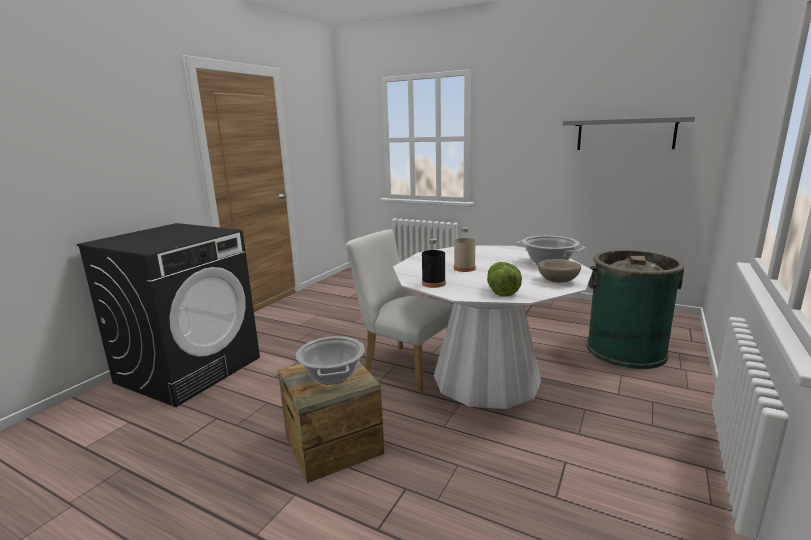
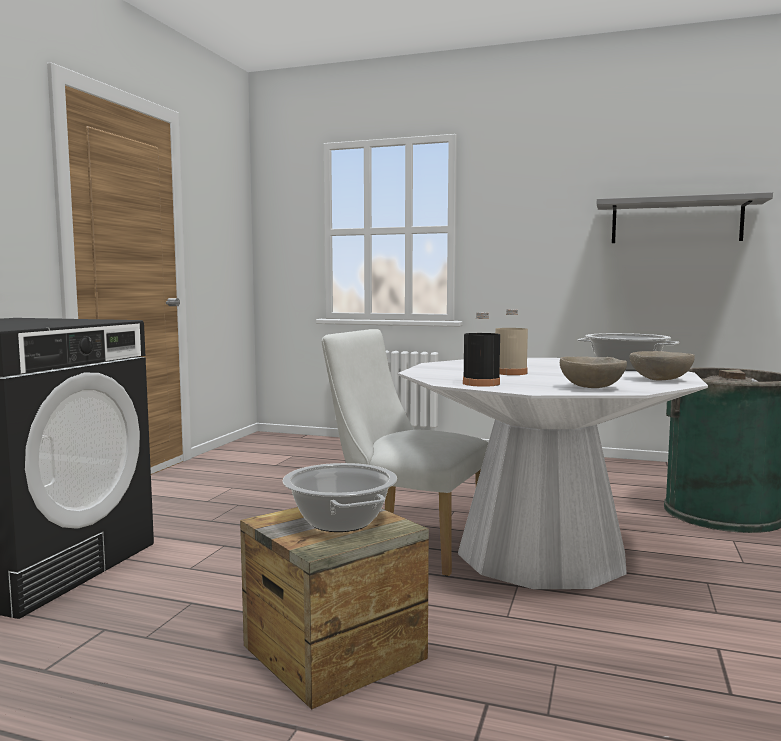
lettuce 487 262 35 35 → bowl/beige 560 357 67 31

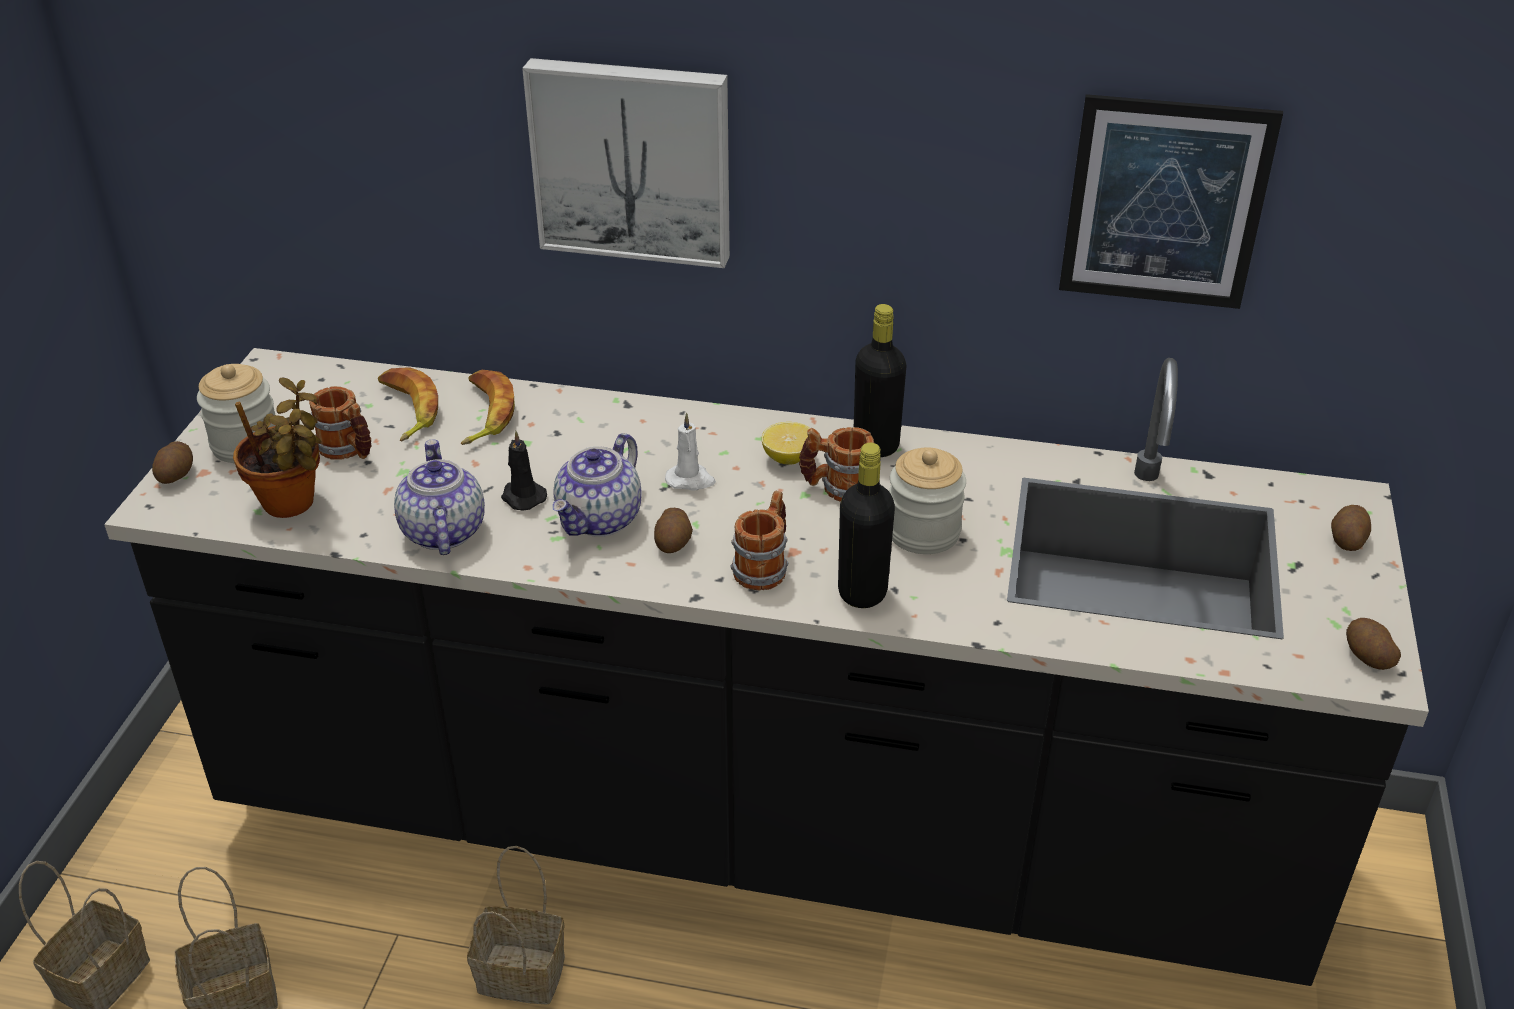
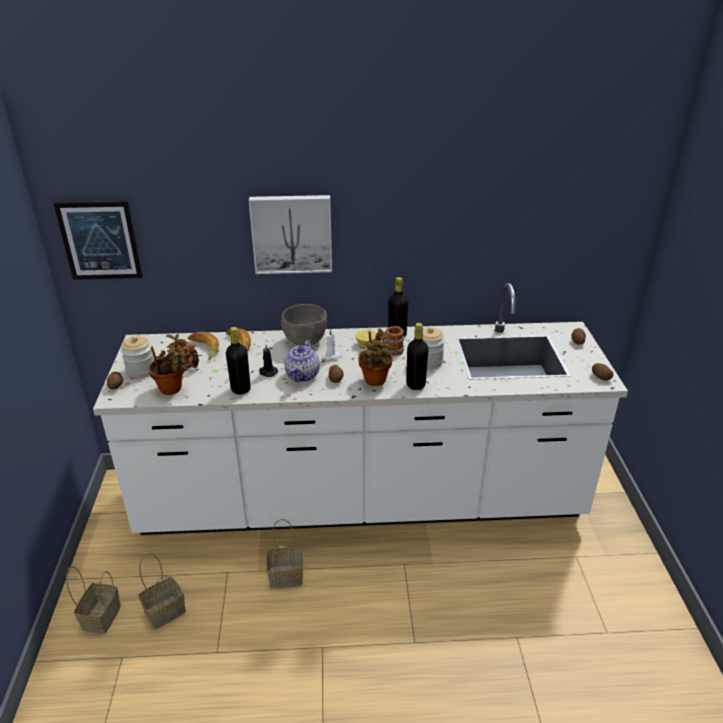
counter/black 104 348 1325 638 → counter/white 93 283 535 252
teapot 394 439 91 116 → bottle/black 226 327 25 68
mug 731 491 58 100 → potted plant 358 331 35 55
picture 1059 94 224 215 → picture 54 201 89 79, moved
- → bowl/grey 281 304 46 42

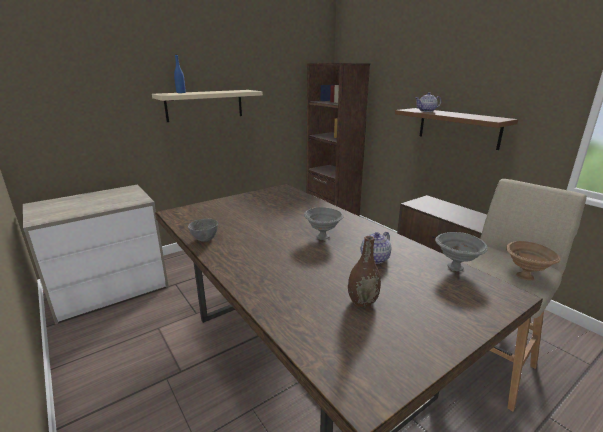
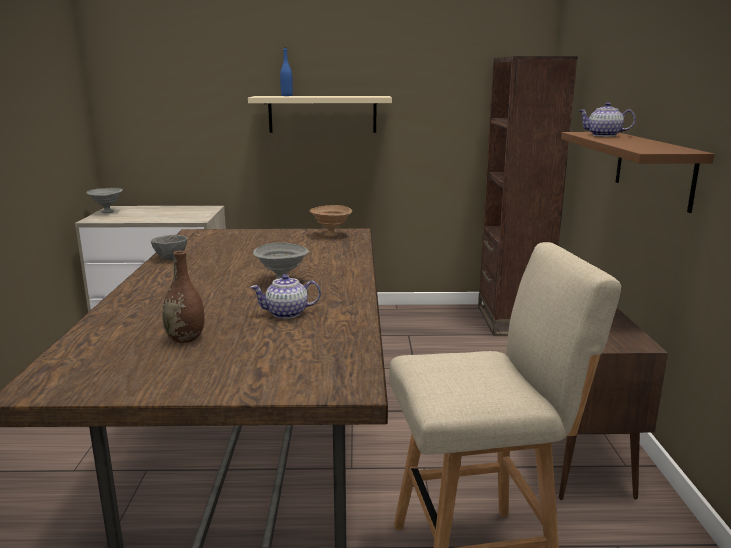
bowl/grey 435 232 53 39 → bowl/grey 86 188 37 25, moved
bowl/brown 506 241 55 40 → bowl/brown 309 205 43 32, moved

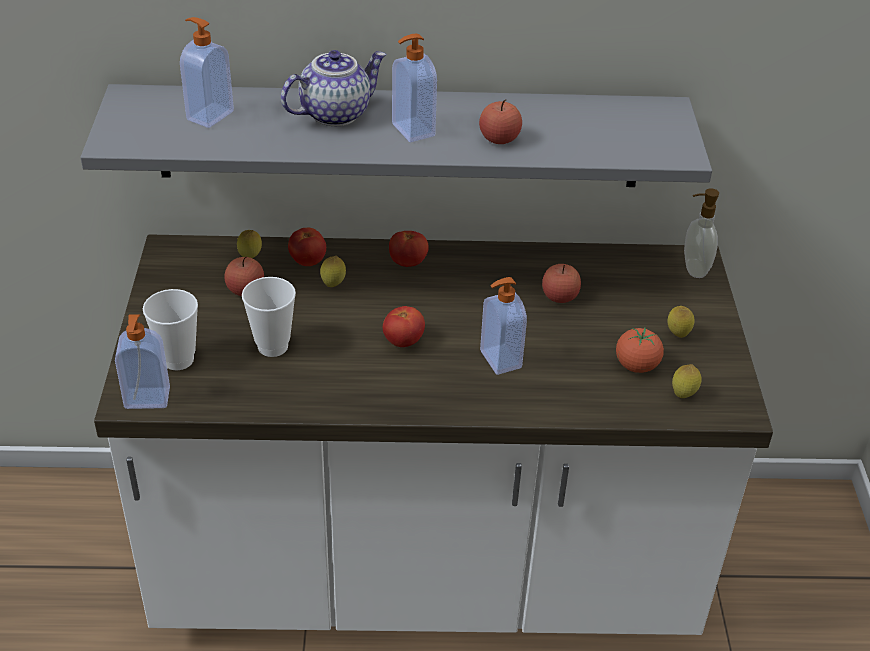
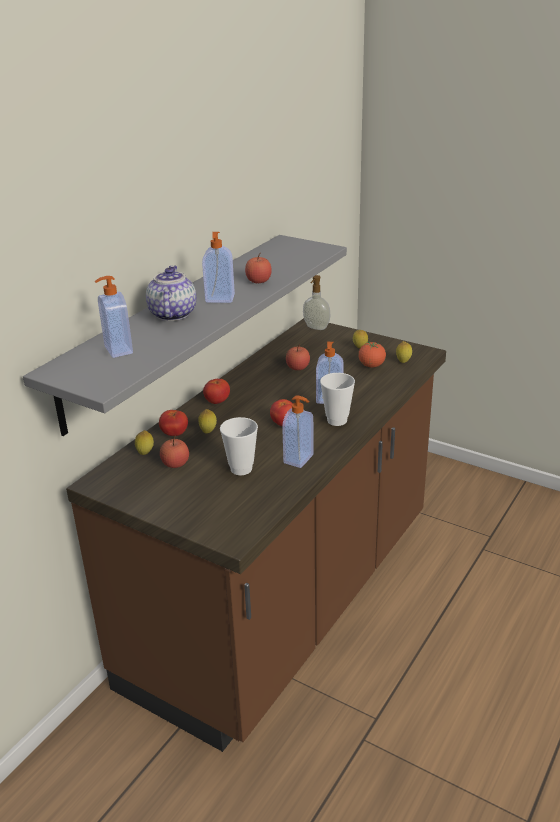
counter/white 94 234 679 401 → counter/brown 66 318 380 434
soap dispenser 115 314 55 95 → soap dispenser 282 395 32 73, moved
cup 143 289 55 81 → cup 320 373 35 53, moved

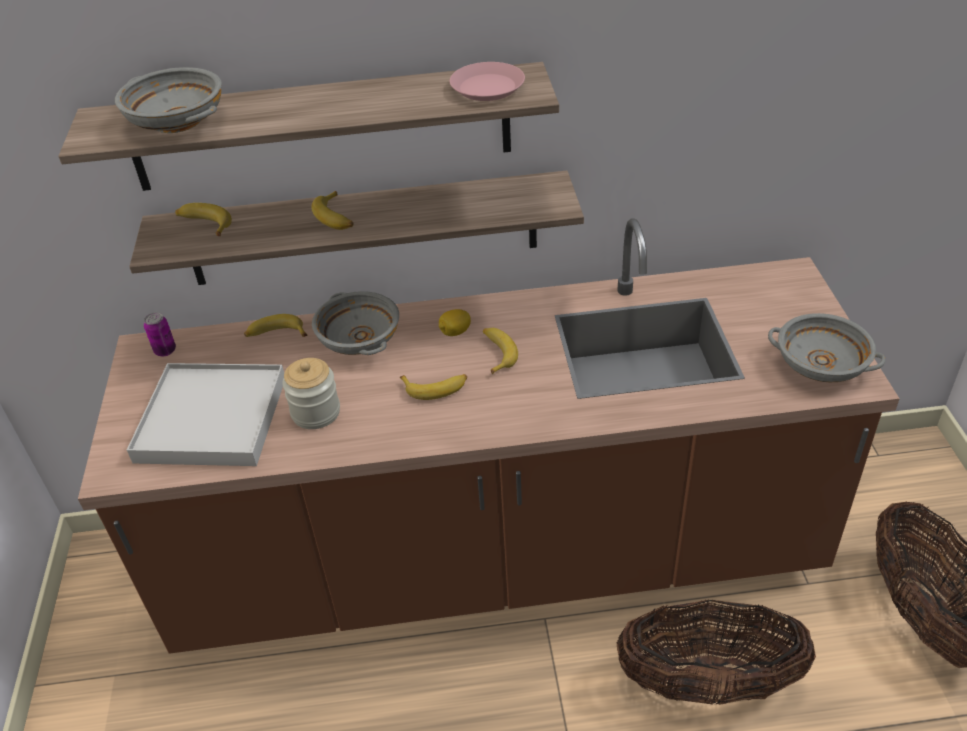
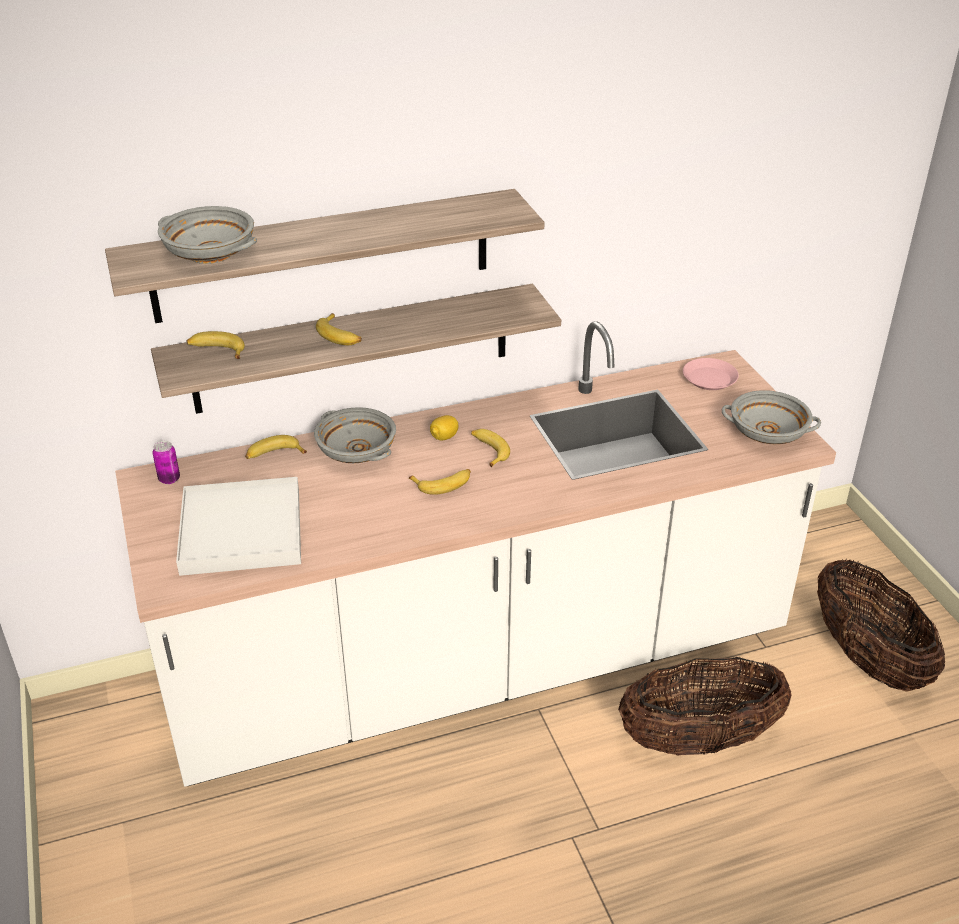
counter/brown 78 218 822 436 → counter/white 115 321 721 465
jar 282 358 58 71 → -
plate/pink 450 62 75 39 → plate/pink 683 358 56 32, moved

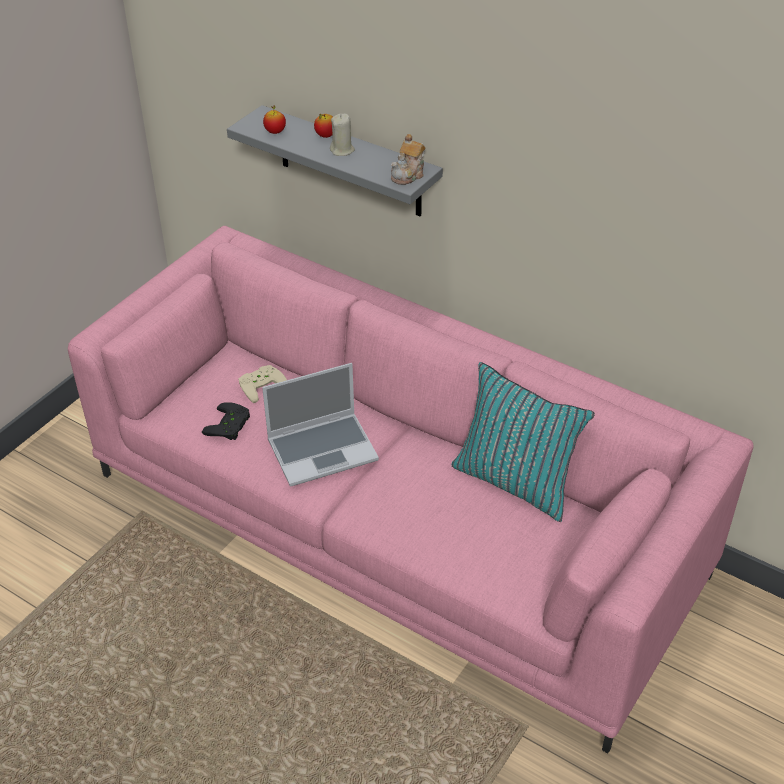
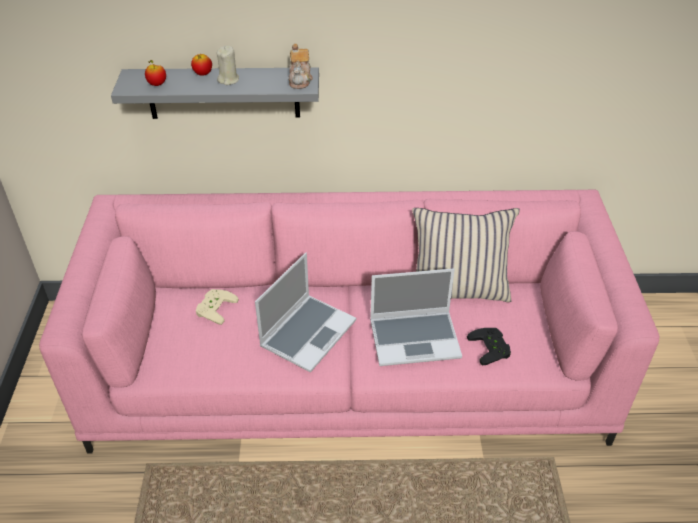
game controller/black 202 402 48 38 → game controller/black 467 328 44 37, moved
pillow/turquoise 452 362 143 160 → pillow/beige 412 208 108 94
- → laptop 370 268 92 98

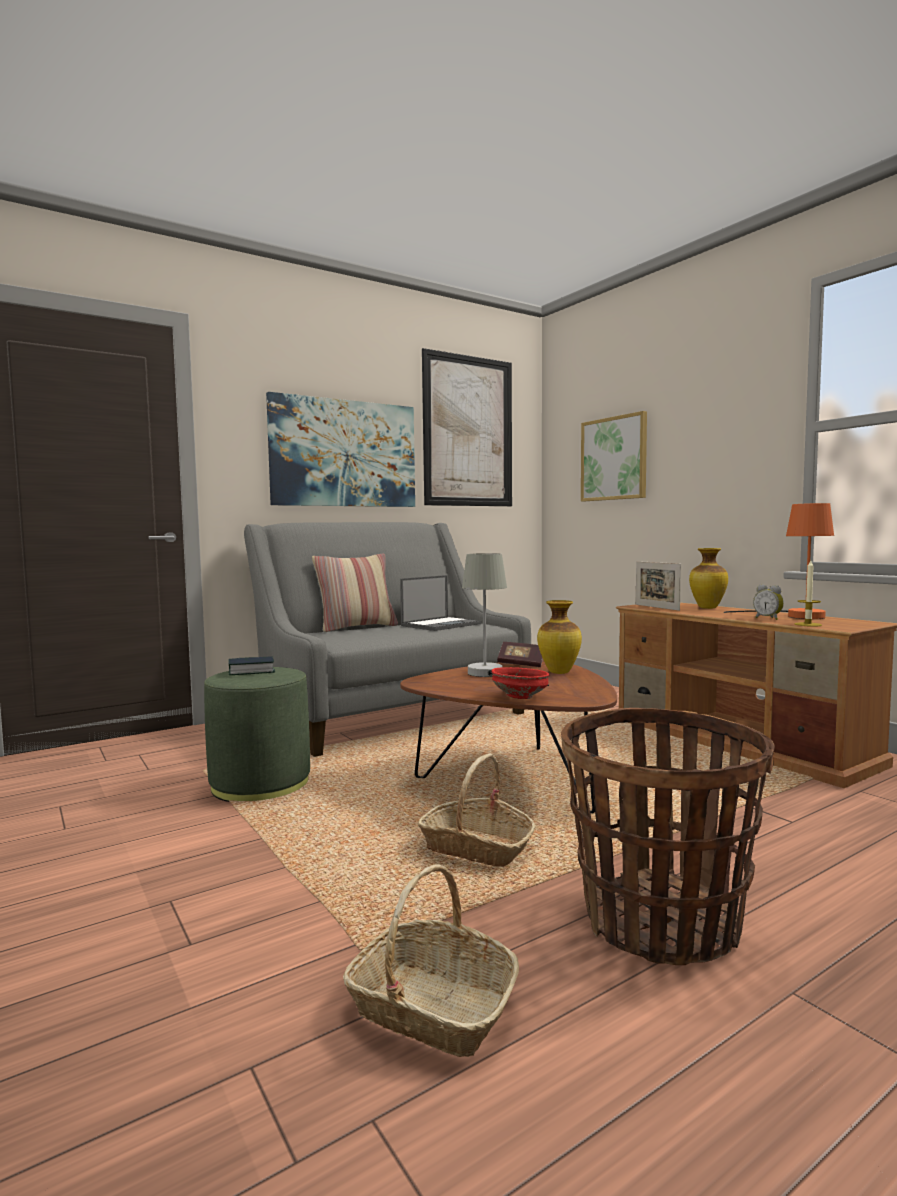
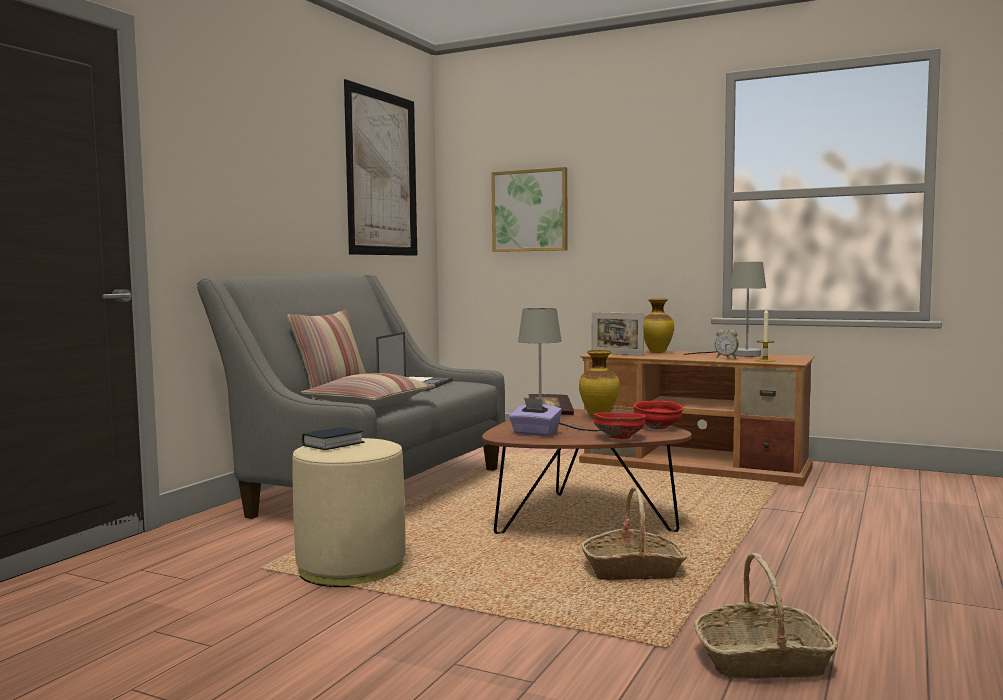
ottoman/green 204 667 106 135 → ottoman/beige 293 438 112 149
picture 266 392 149 115 → -
basket 561 708 214 257 → -
table lamp/orange 723 503 111 116 → table lamp/grey 683 262 83 95
- → pillow 301 373 134 34
- → tissue box/purple 509 398 53 38
- → bowl/red 633 401 50 28

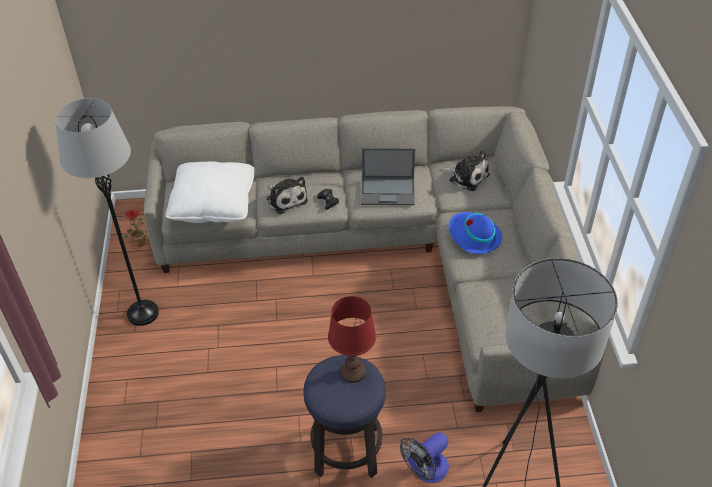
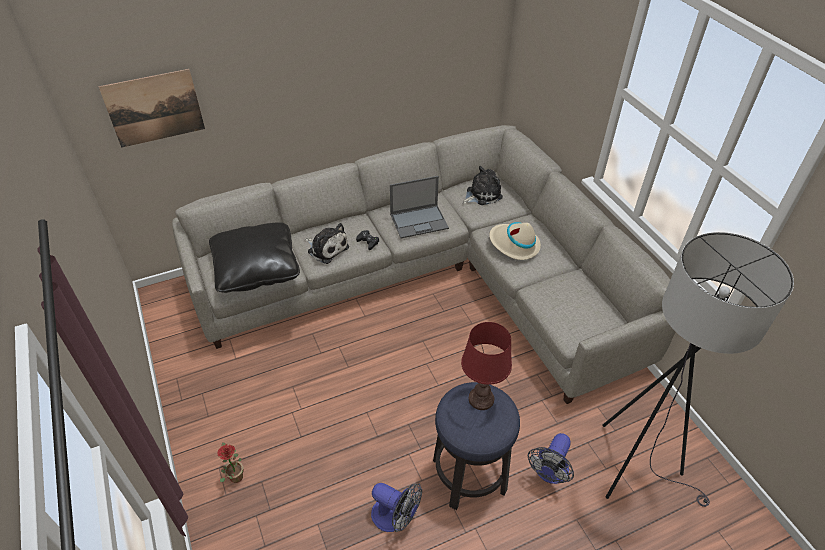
floor lamp/grey 55 98 104 228 → -
potted plant 123 209 23 38 → potted plant 217 442 26 41, moved
pillow/white 165 161 90 62 → pillow/black 209 222 91 71
plush toy 443 150 47 41 → plush toy 462 166 41 39, 45 degrees counterclockwise
hat/blue 449 212 53 42 → hat/beige 489 222 52 38
- → picture 98 69 107 79
- → fan 371 483 51 49

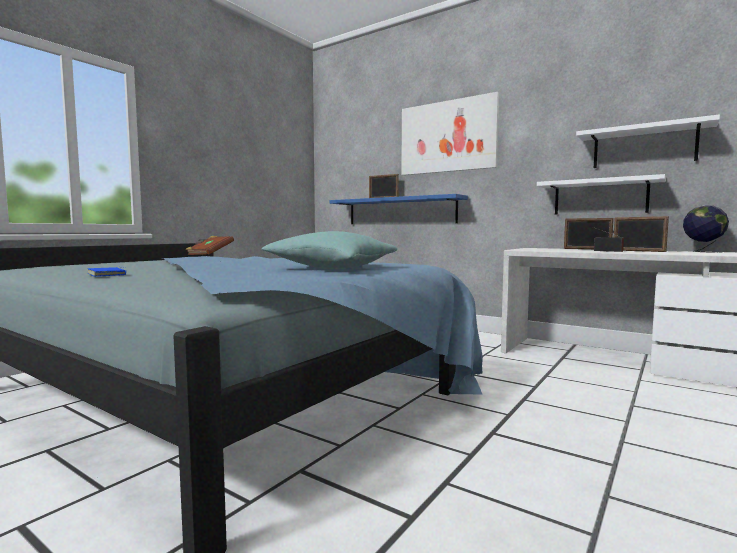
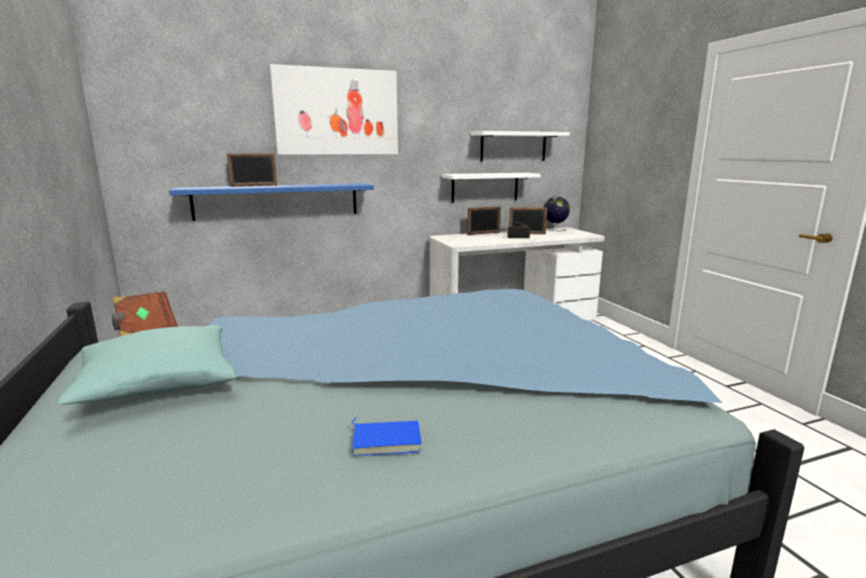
pillow/turquoise 261 231 136 38 → pillow/turquoise 57 325 180 80, moved

